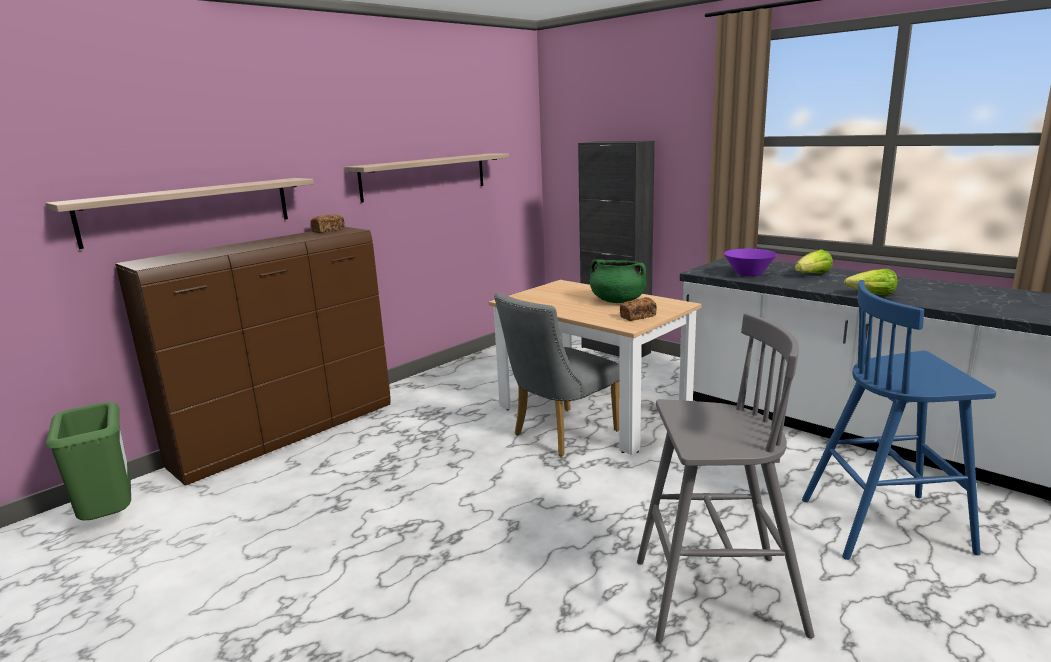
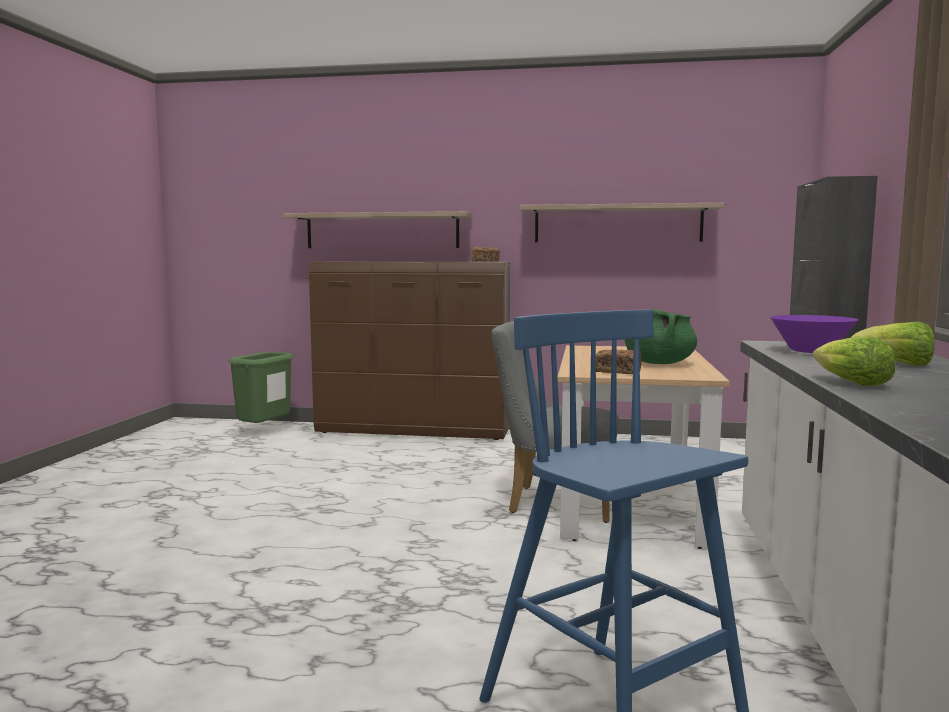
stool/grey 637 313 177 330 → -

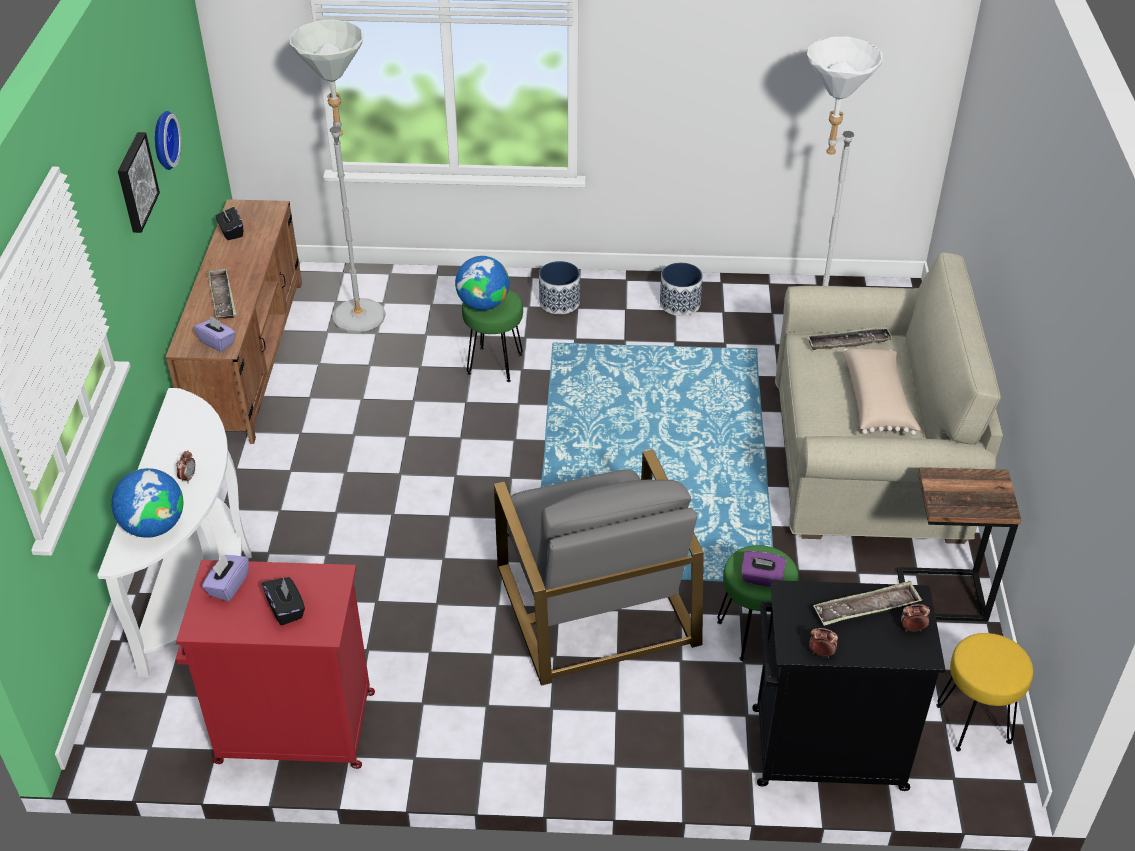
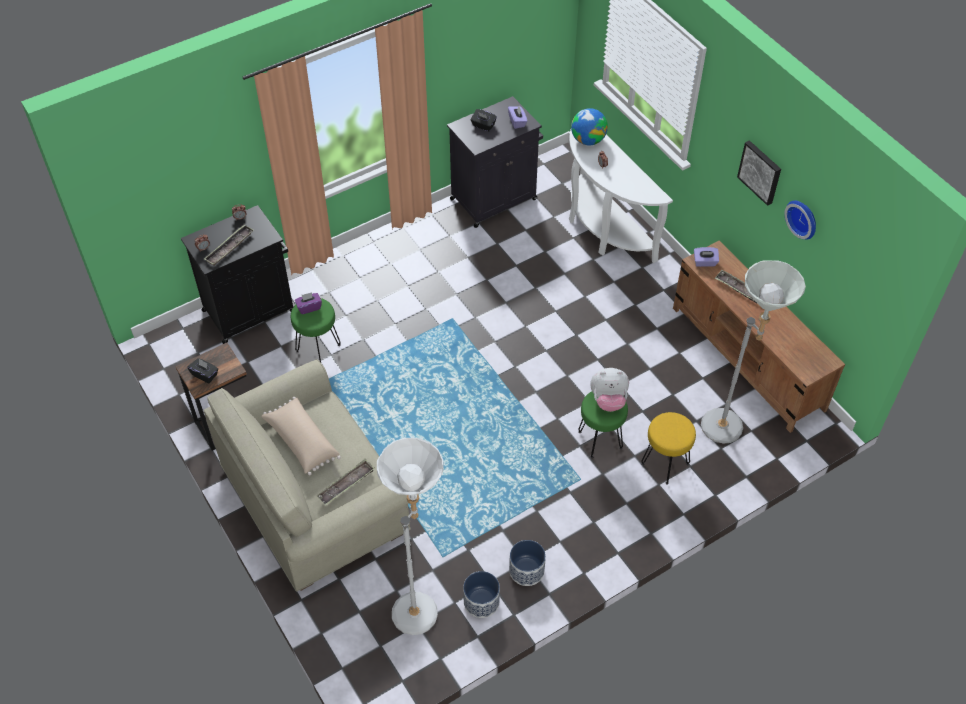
cabinet/red 176 560 199 209 → cabinet/black 447 96 96 132
tissue box/black 216 207 27 33 → tissue box/black 187 358 31 25, moved
globe 455 256 55 54 → plush toy 590 368 39 44
armchair/grey 494 449 210 237 → -
planter 539 261 41 53 → planter 463 571 37 47, moved
stool/yellow 937 633 96 119 → stool/yellow 641 412 55 72, moved

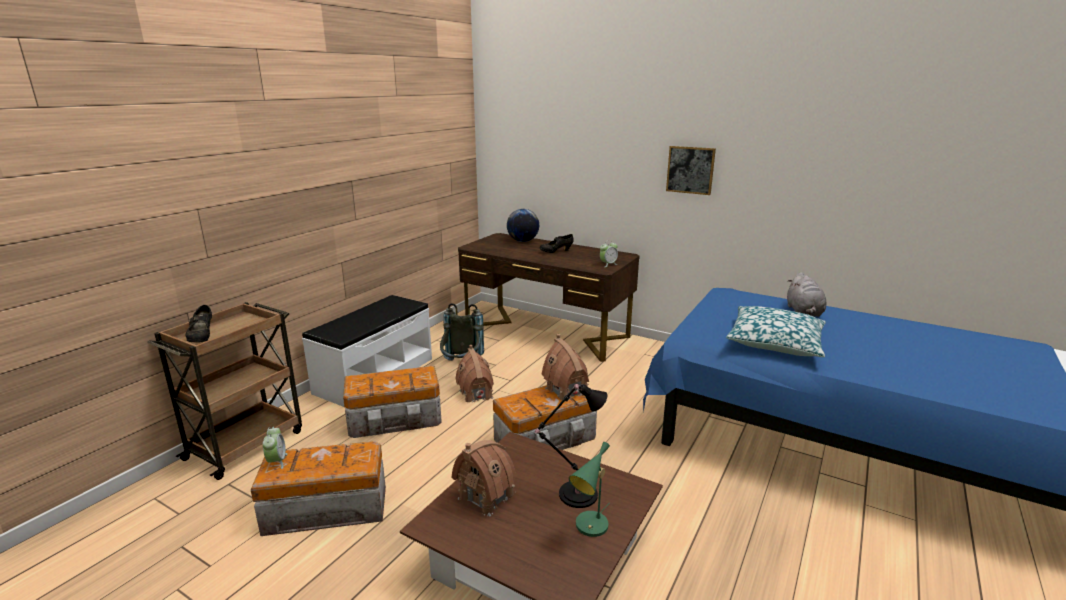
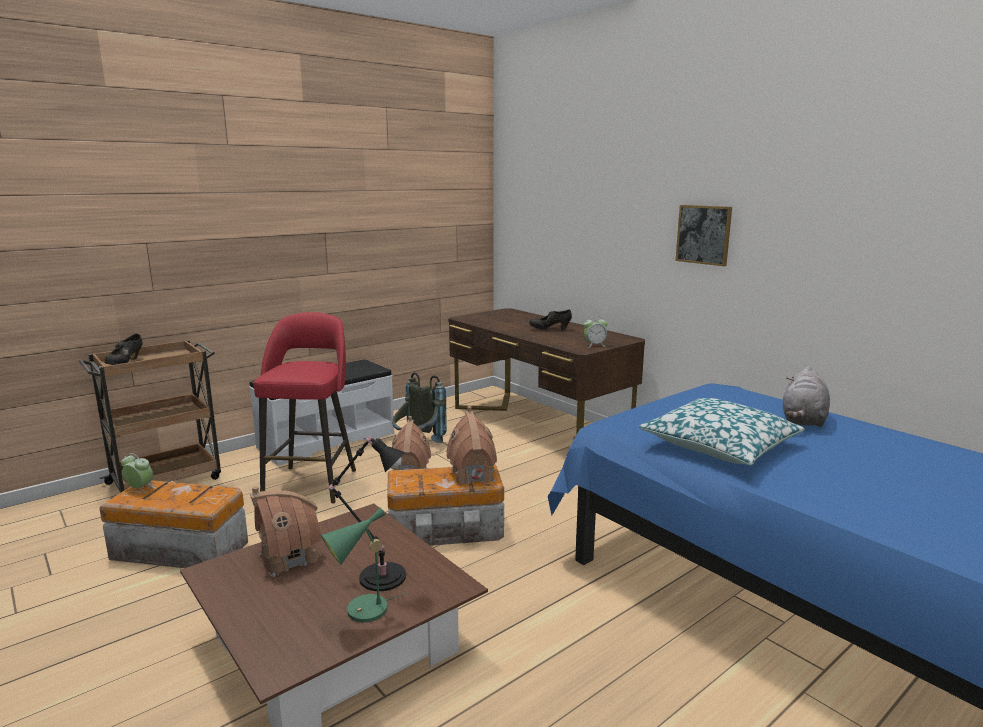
alarm clock 262 427 26 42 → alarm clock 121 453 35 36, 75 degrees counterclockwise
storage box 343 366 99 72 → stool/red 254 312 102 192
globe 507 209 32 33 → -

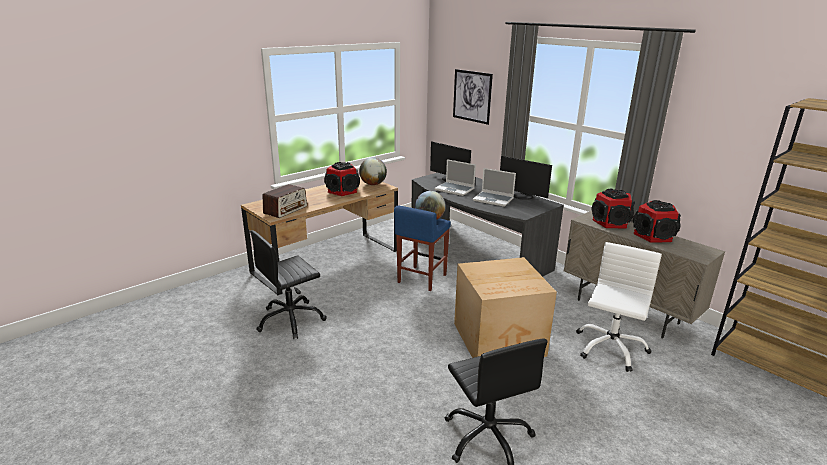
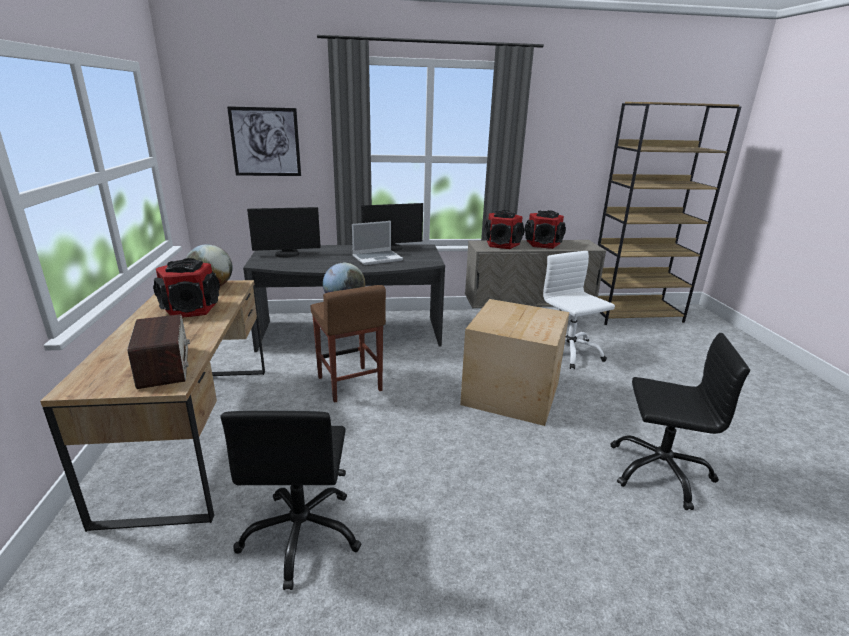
stool/blue 394 206 57 85 → stool/brown 310 285 76 118
laptop 435 159 41 37 → -

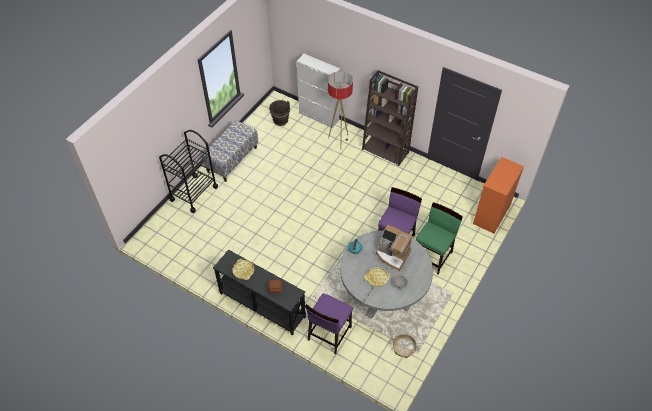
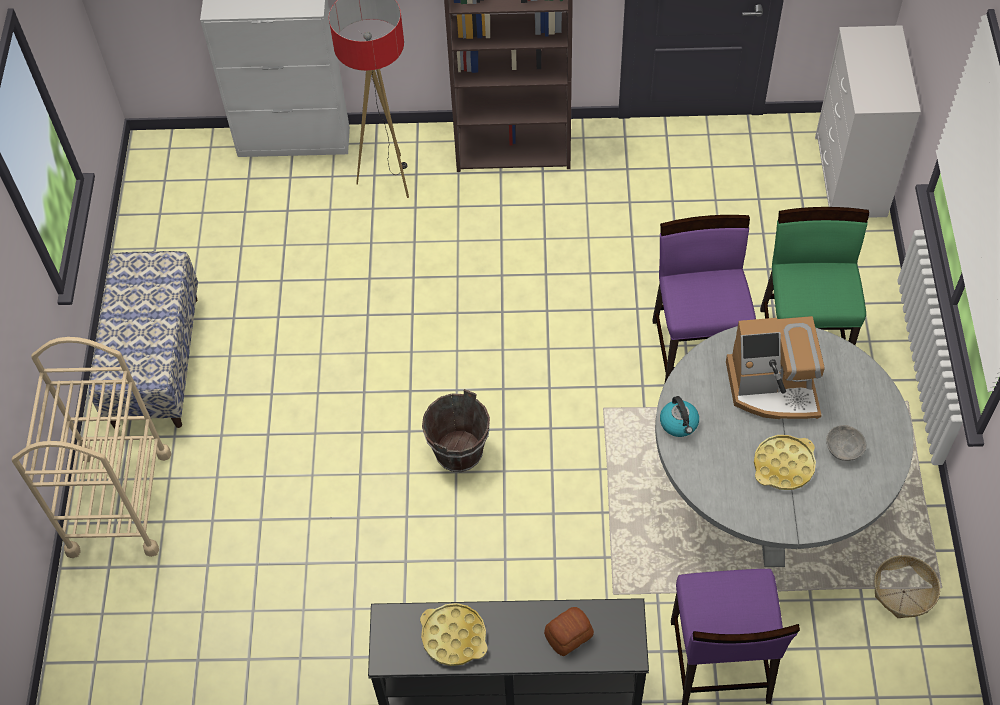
cart/black 159 130 59 83 → cart/beige 12 337 159 221
bucket/brown 269 100 21 26 → bucket/brown 422 389 68 83, moved
dresser/orange 473 157 51 77 → dresser/white 815 25 106 193

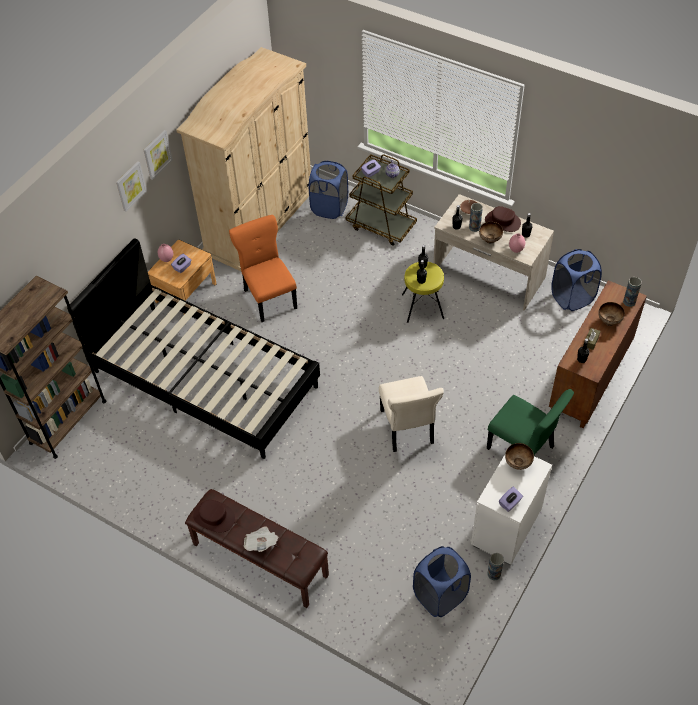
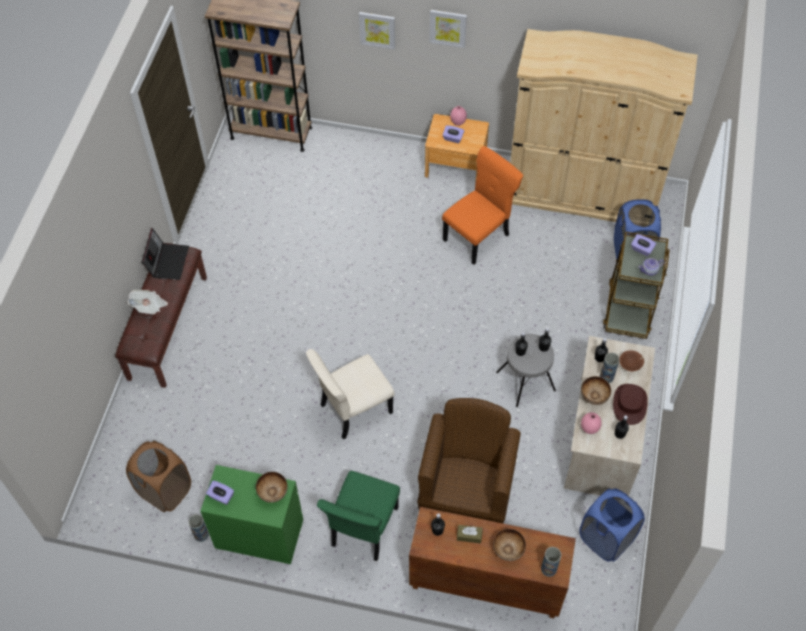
bed/black 67 238 253 221 → -
picture 144 130 29 50 → picture 359 12 36 38, moved
hat/brown 193 500 42 33 → laptop 142 228 47 52
stool/yellow 402 262 42 61 → stool/grey 496 334 60 73
laundry basket/blue 413 546 58 71 → laundry basket/brown 126 441 65 71
dresser/white 471 445 81 120 → dresser/green 200 465 103 99
- → armchair/brown 417 398 104 125

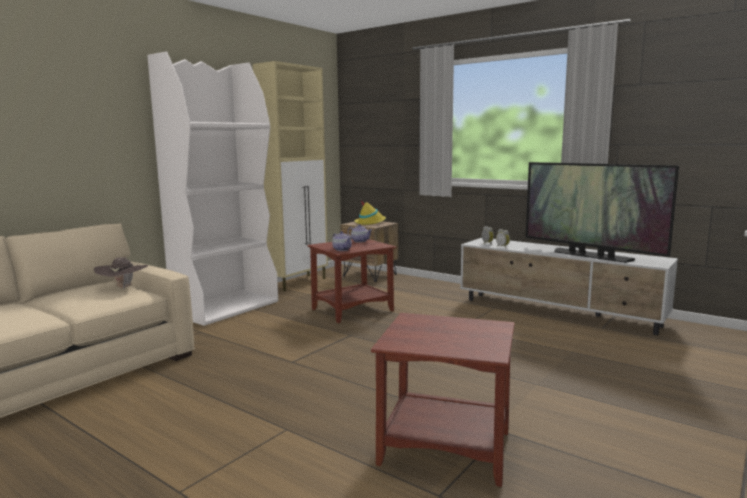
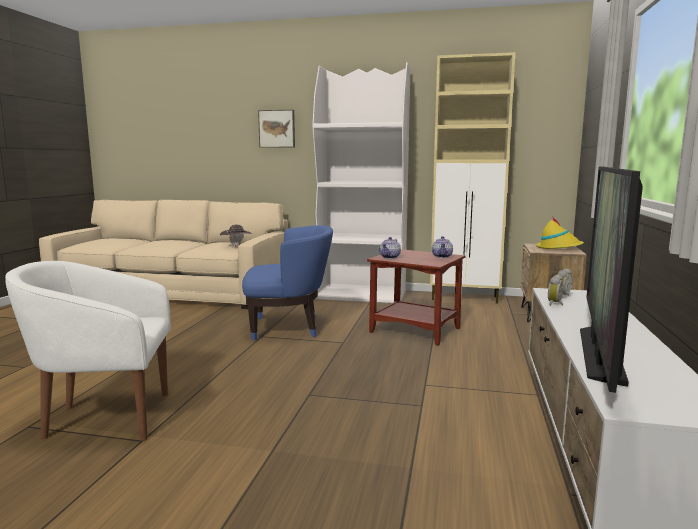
side table/brown 371 313 144 174 → armchair/white 5 261 165 180
- → armchair/blue 242 225 91 115
- → picture 258 110 37 38

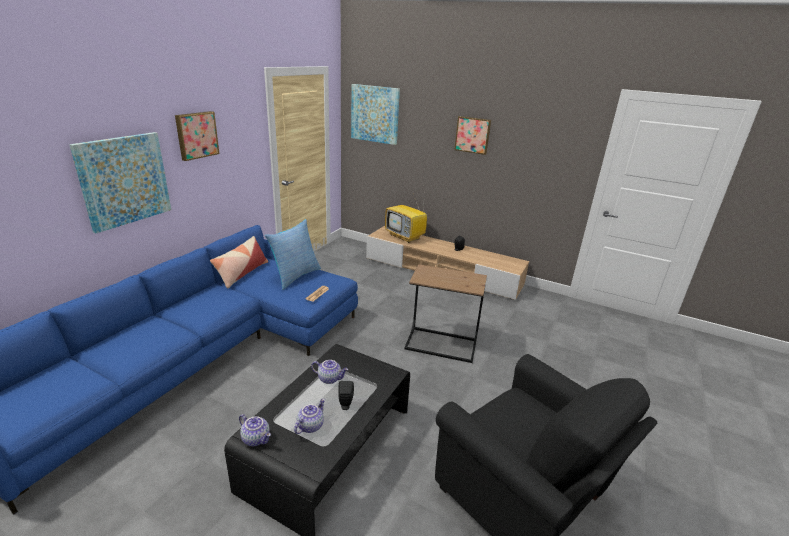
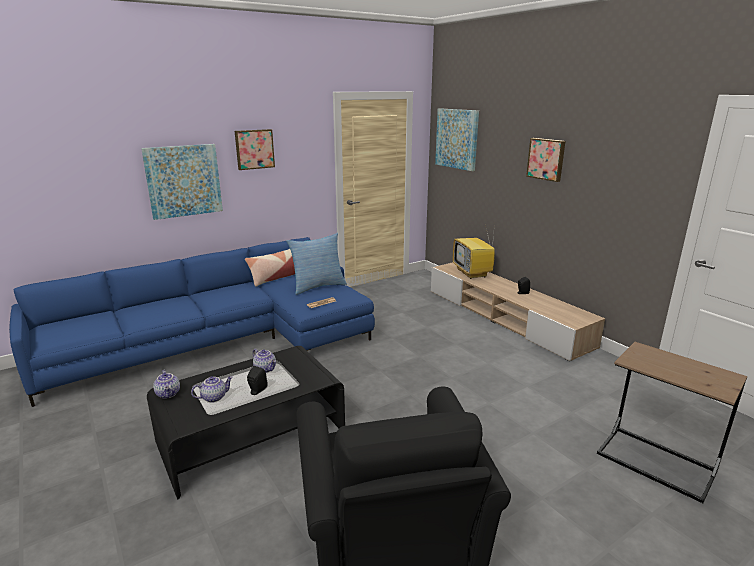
side table/brown 404 264 83 99 → side table/brown 597 342 150 161, moved

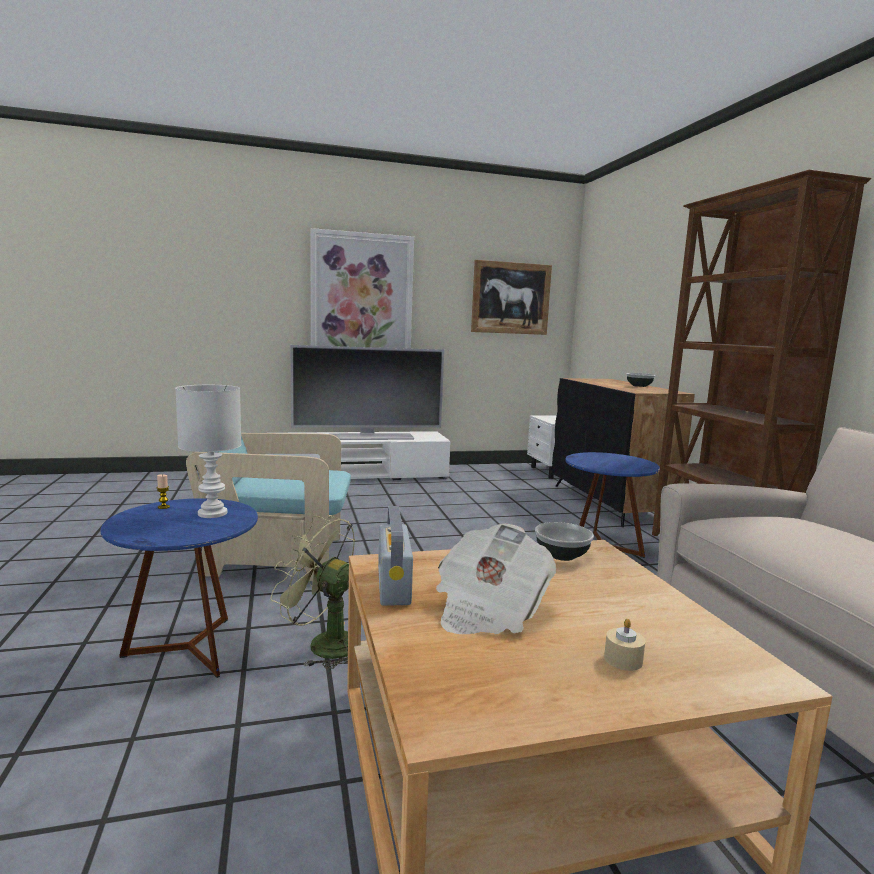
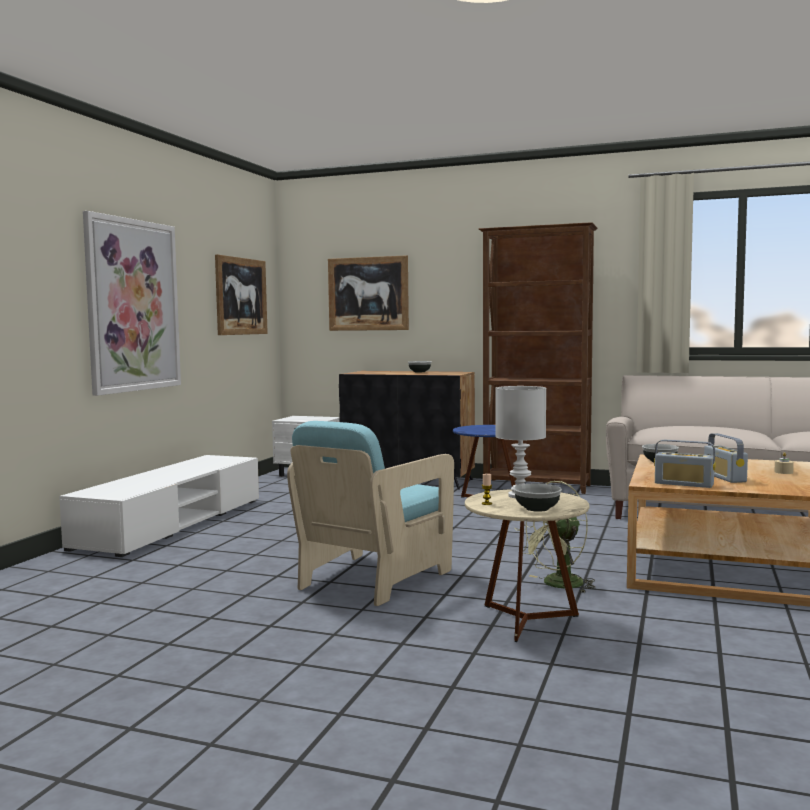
side table/blue 101 498 157 180 → side table/beige 465 489 124 153
television 290 345 154 95 → -
newspaper 436 523 120 111 → radio 704 433 44 50
- → picture 328 255 81 76
- → bowl 513 484 49 28

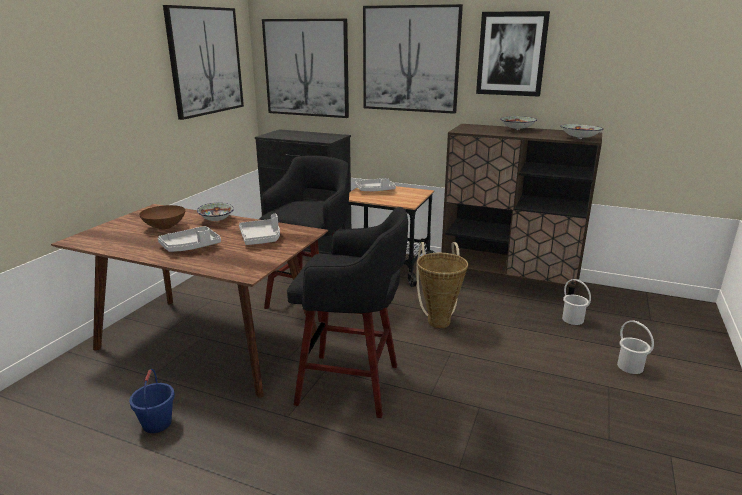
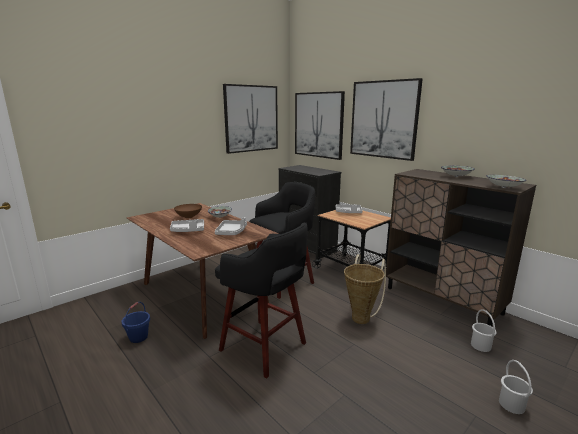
picture 476 11 74 86 → -

